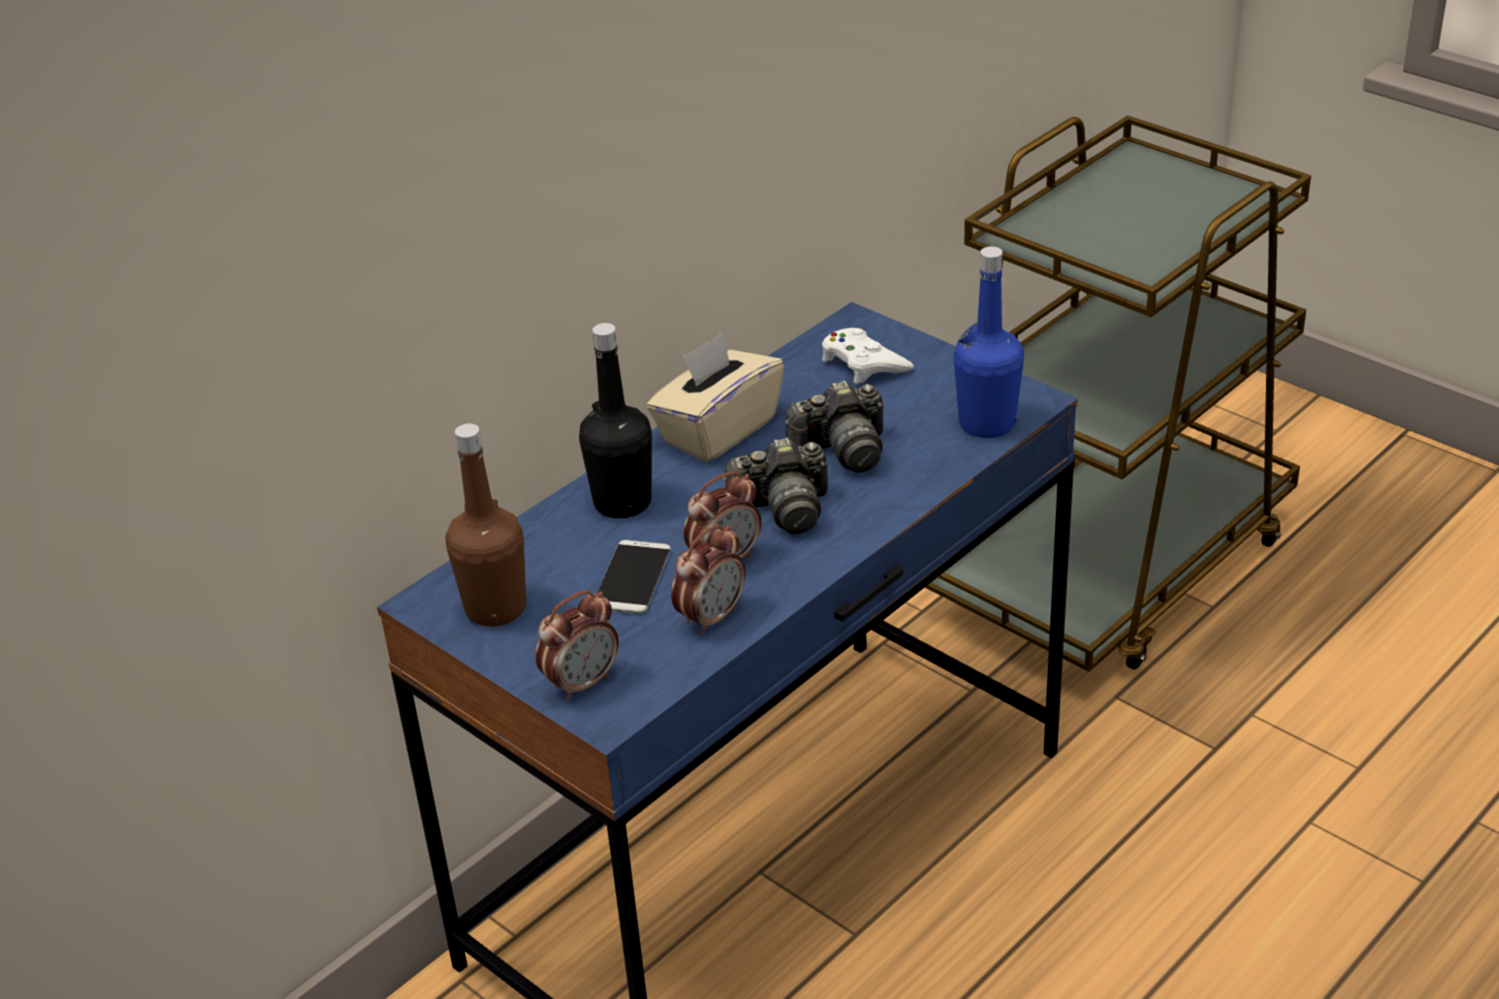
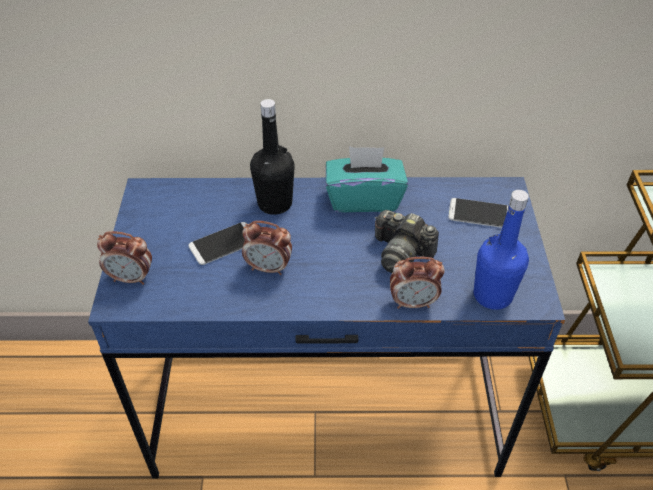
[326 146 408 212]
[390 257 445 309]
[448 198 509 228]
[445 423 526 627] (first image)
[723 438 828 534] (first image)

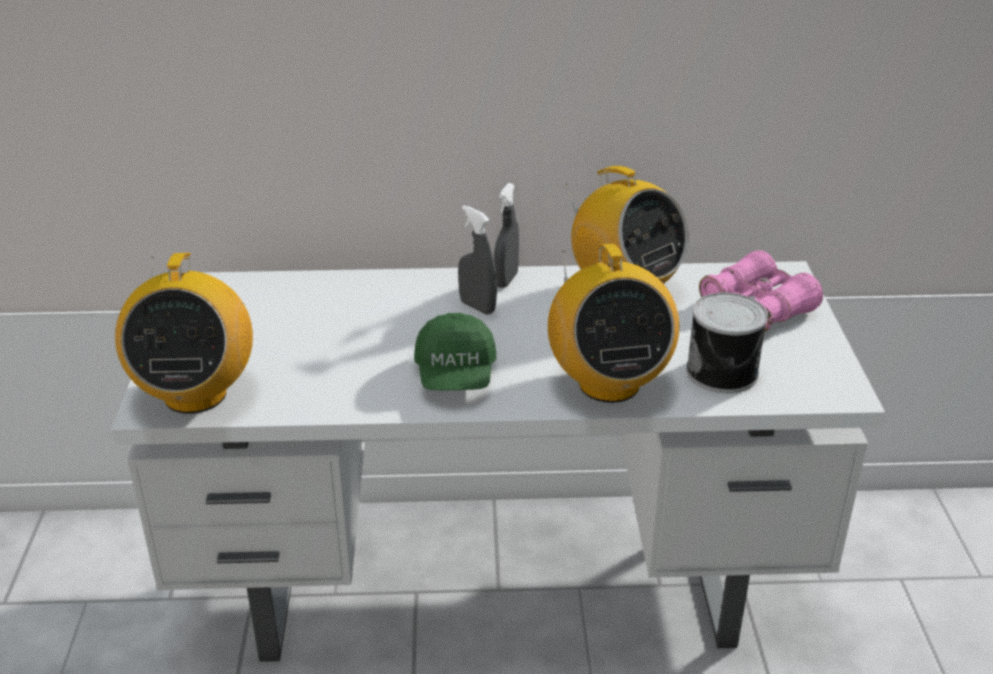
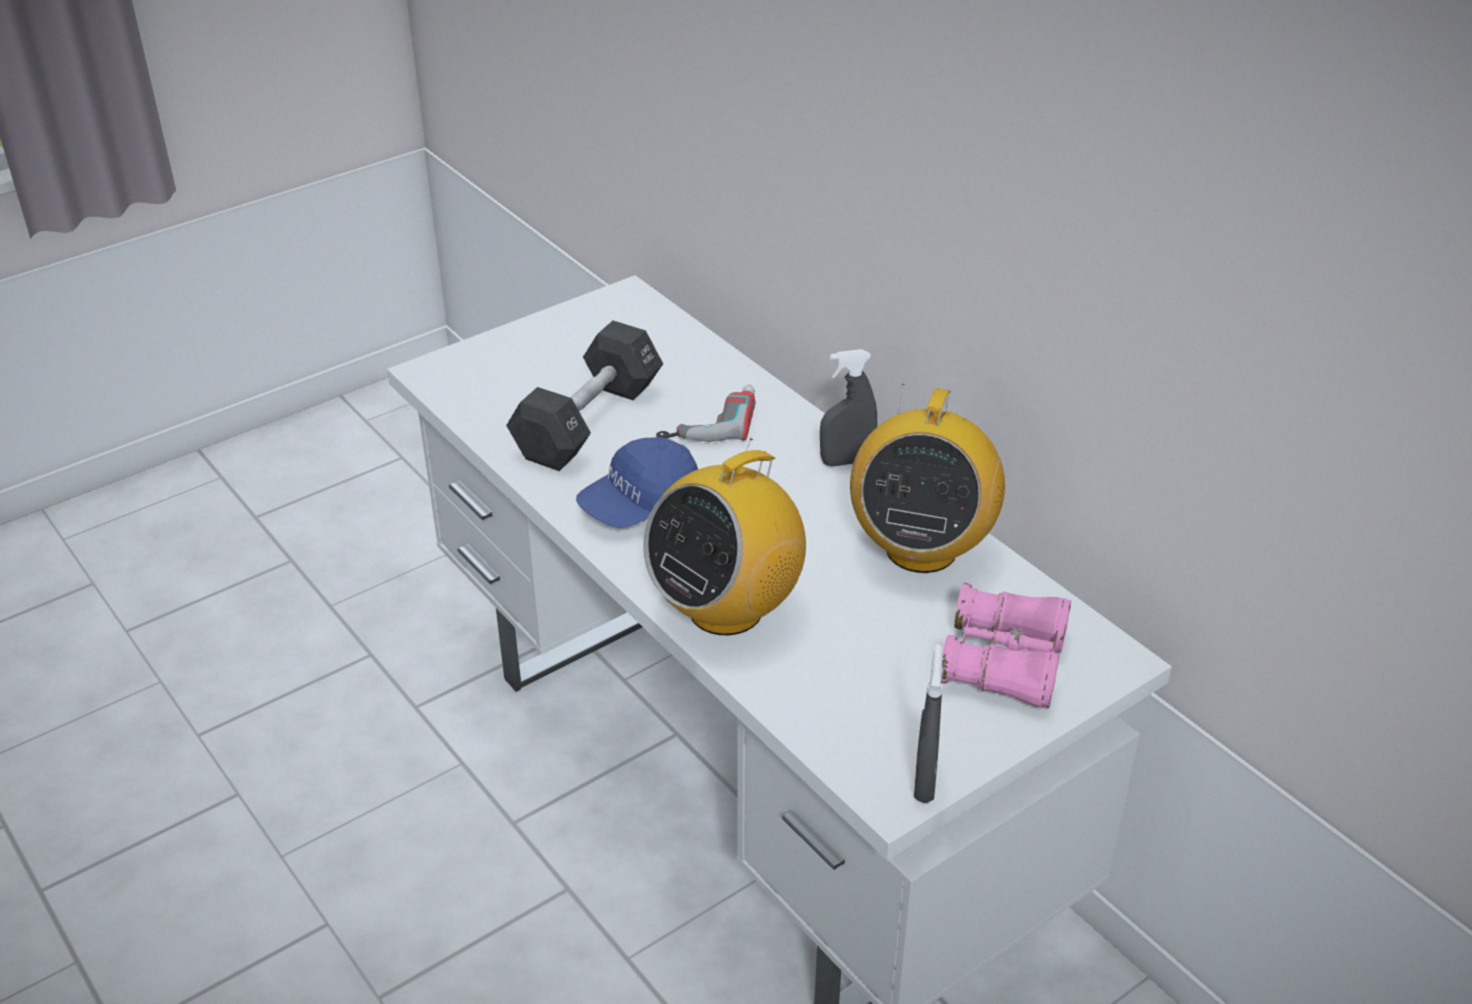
[506 321 663 471]
[576 437 698 528]
[656 385 756 442]
[914 644 943 803]
[115 253 253 414] (first image)
[686 293 768 393] (first image)

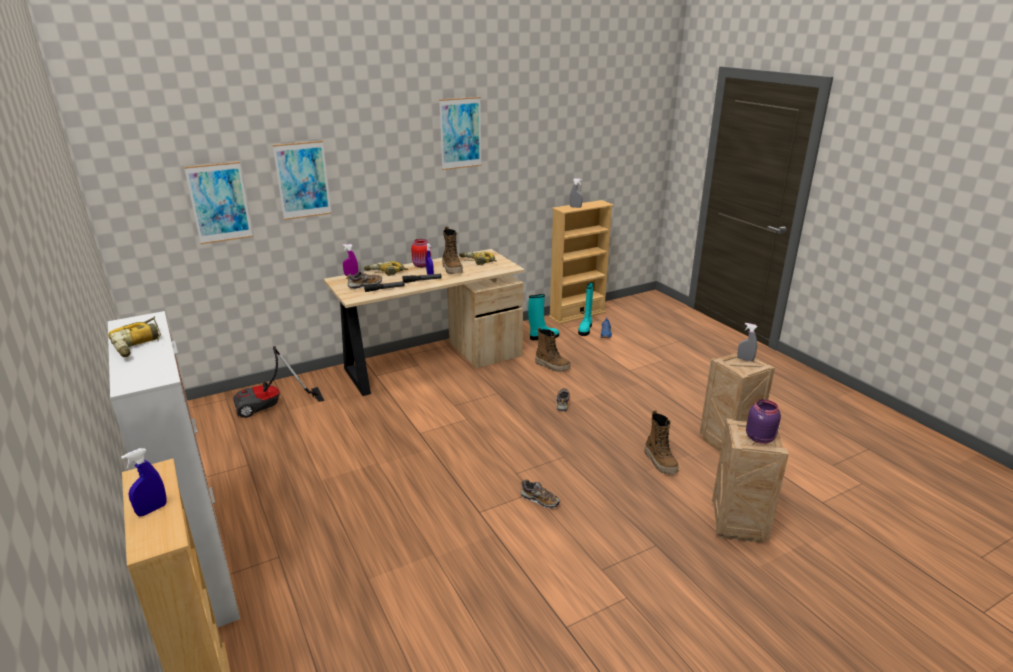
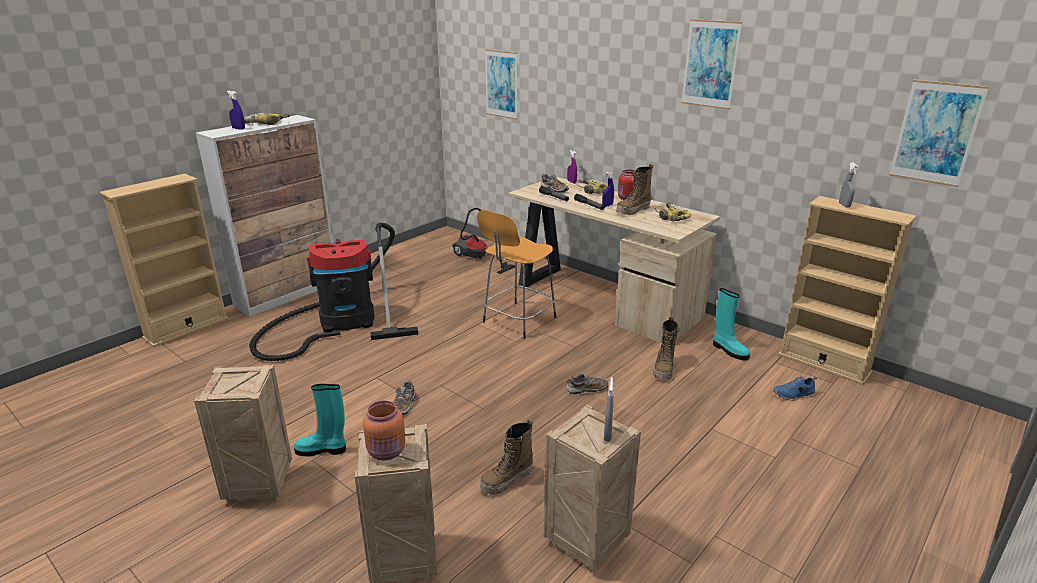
[194 365 292 504]
[226 91 245 130]
[249 223 418 361]
[294 384 346 456]
[363 401 406 460]
[477 210 556 338]
[889 80 989 187]

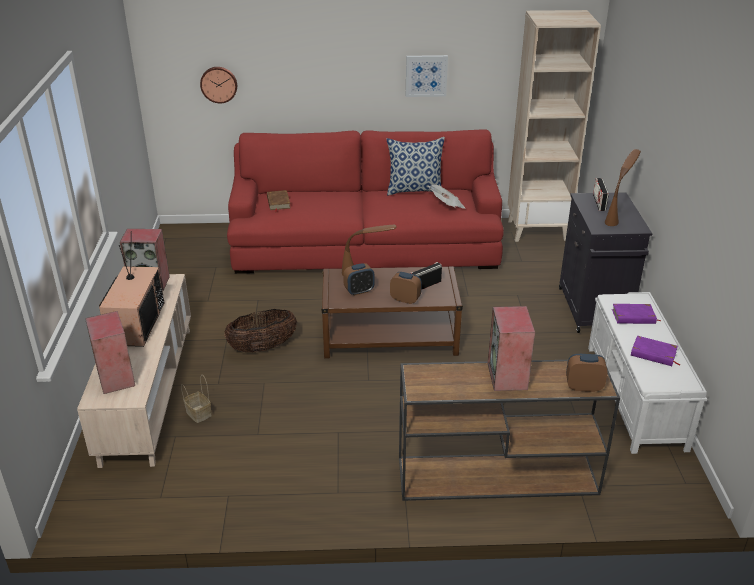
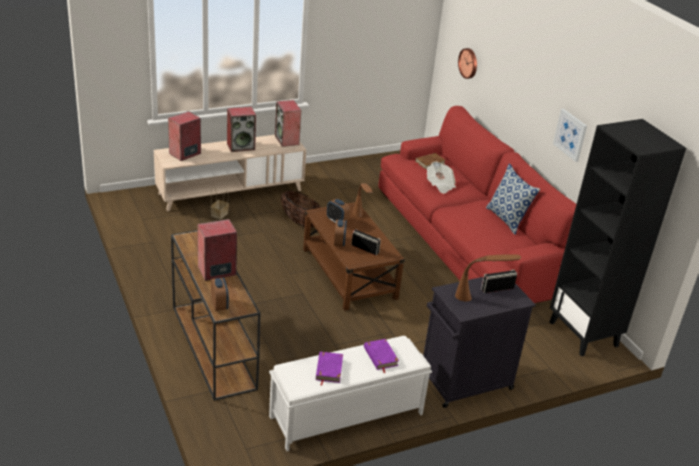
[227 107 256 152]
[427 161 456 194]
[549 119 686 356]

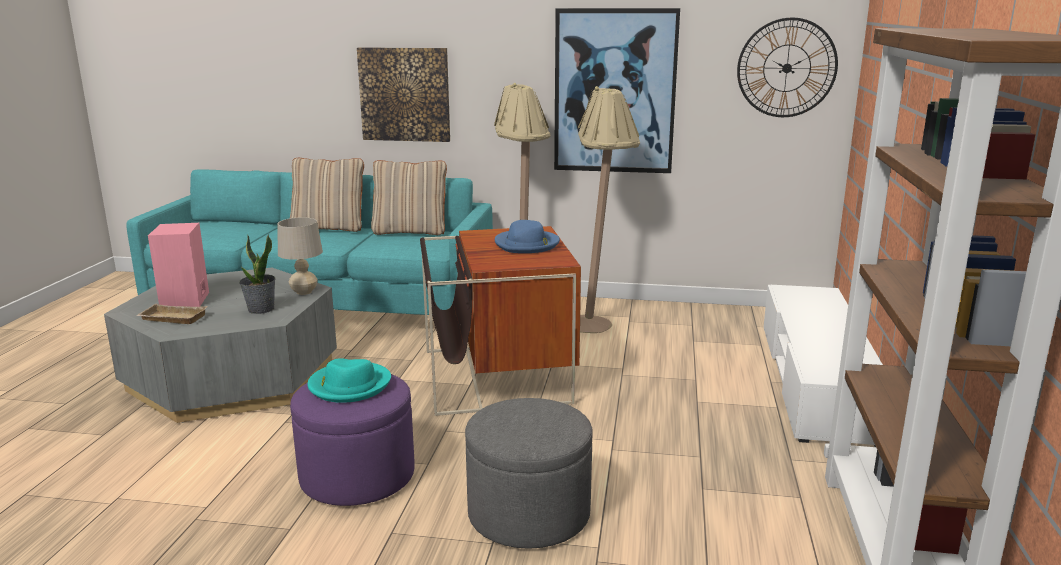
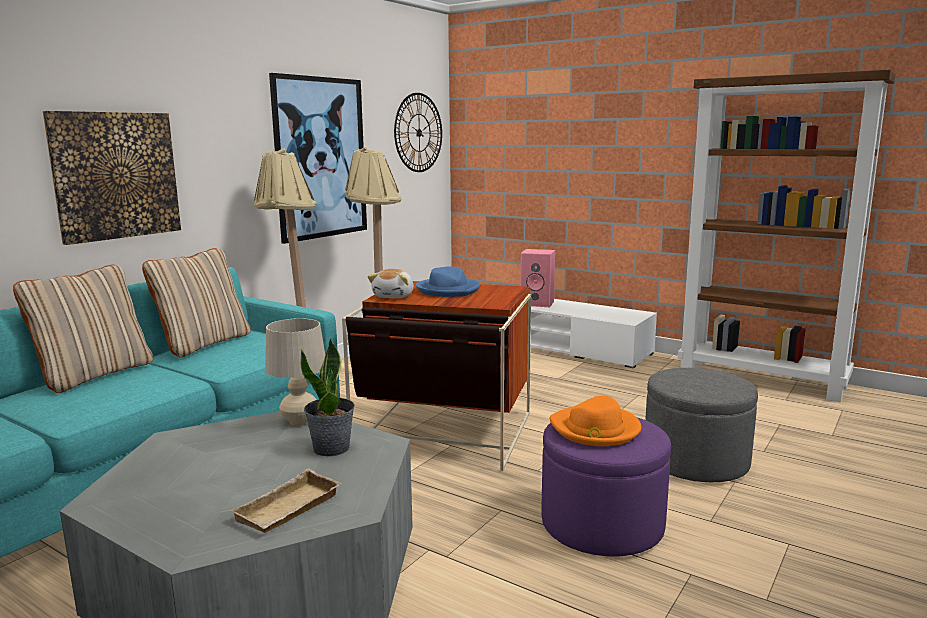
[368 269 414 298]
[520 249 555 307]
[549 396 641 446]

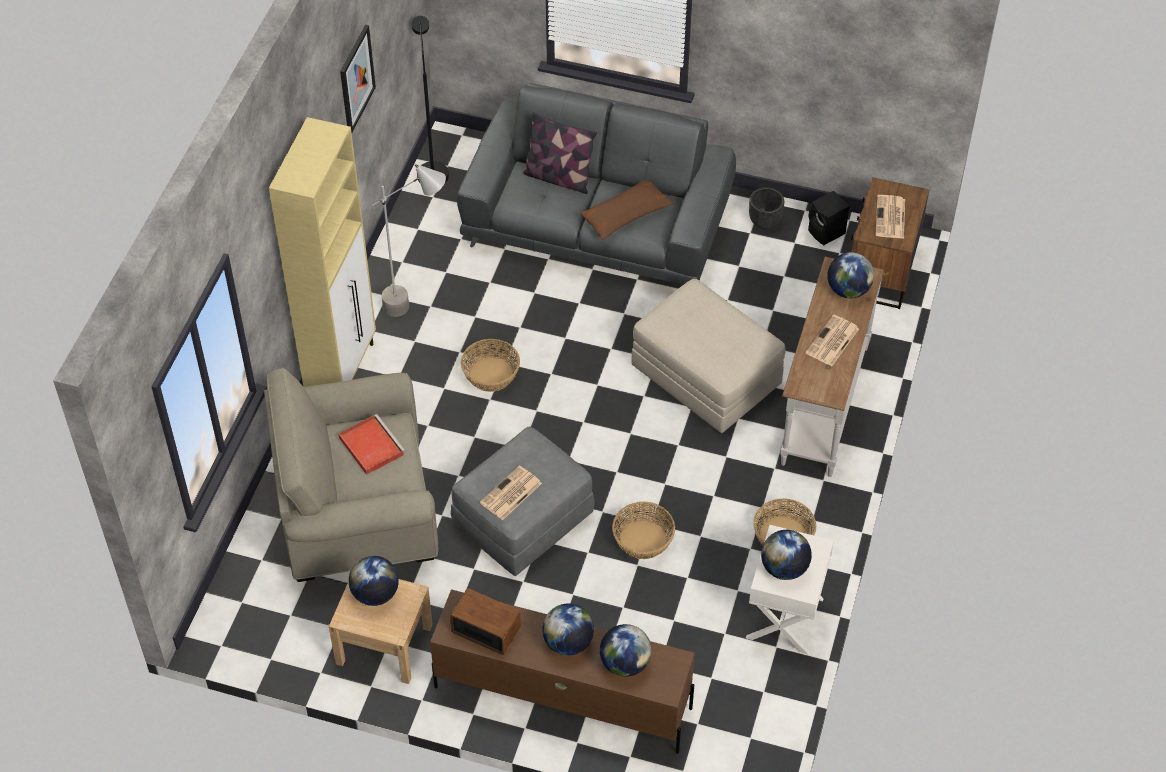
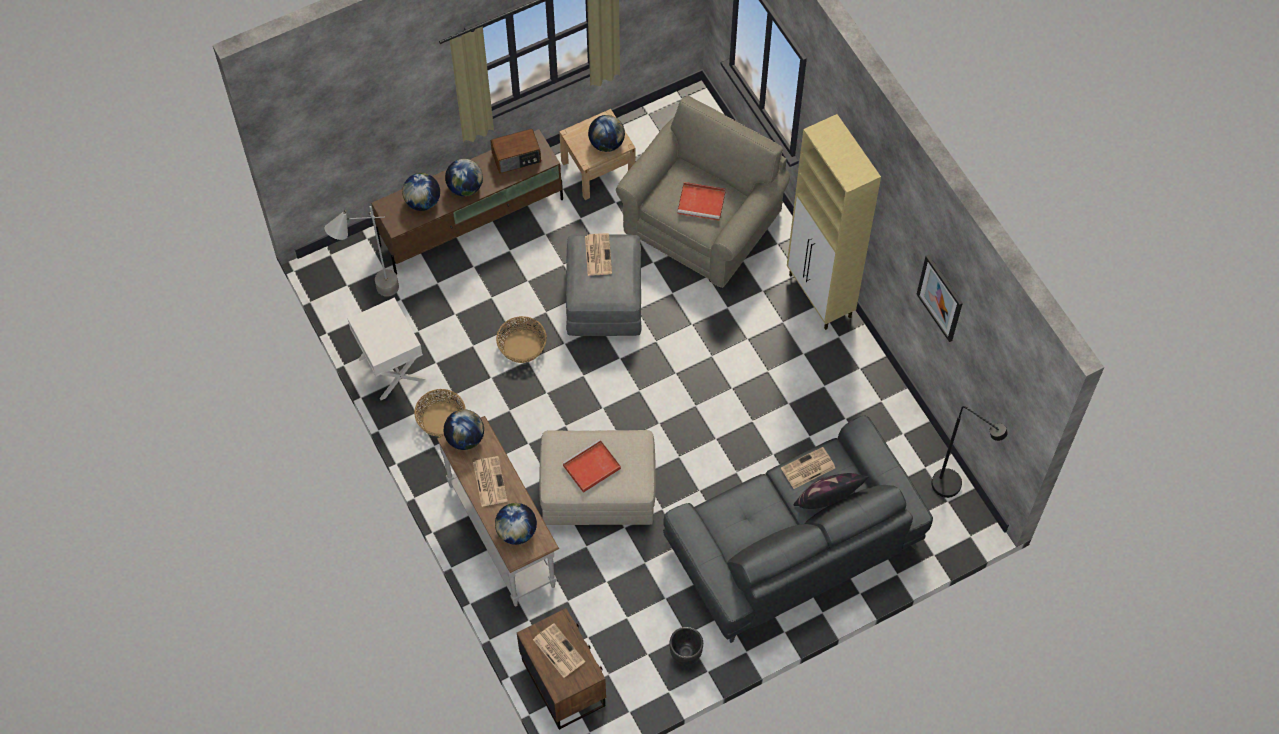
[325 206 399 297]
[444 410 484 450]
[562 439 621 493]
[781 447 835 489]
[461 339 520 392] (first image)
[579 180 674 240] (first image)
[808 191 850 245] (first image)

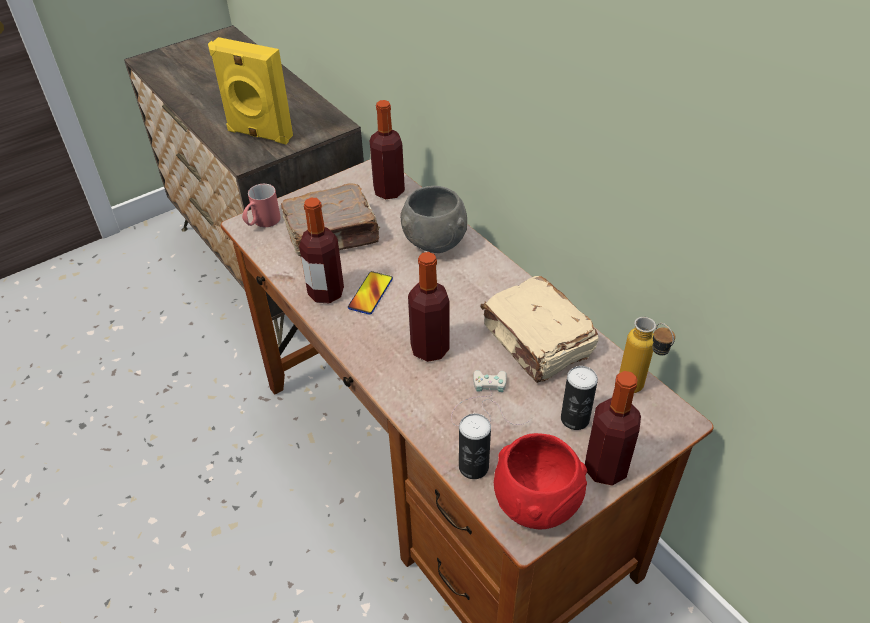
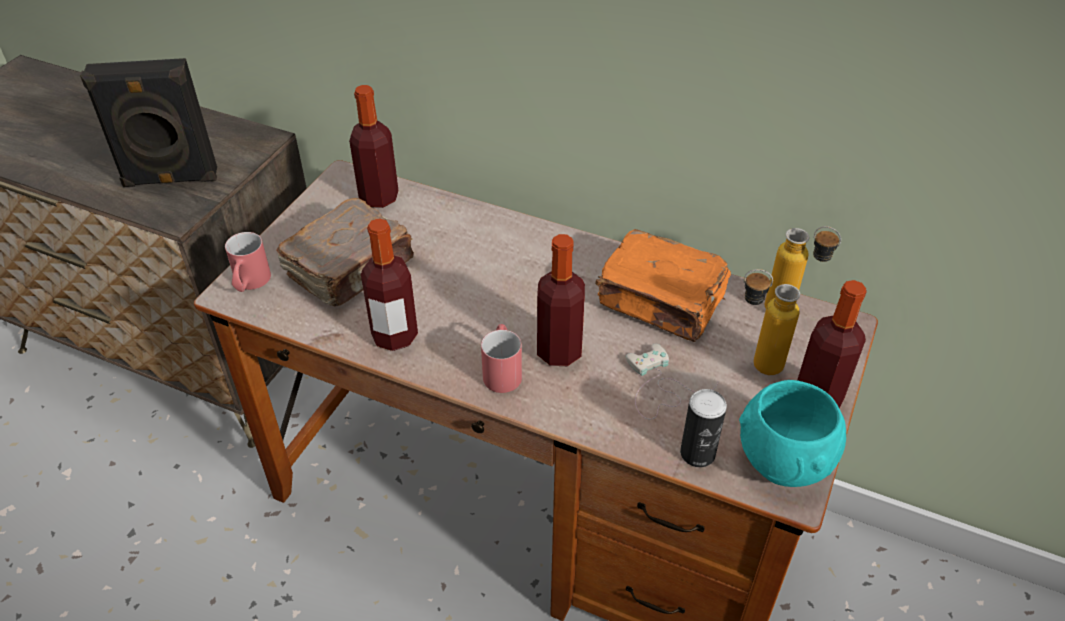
[80 58 217 187]
[481 324 522 393]
[595 229 731 342]
[739 380 846 487]
[743 269 800 375]
[348 271 393 315] (first image)
[400 186 467 253] (first image)

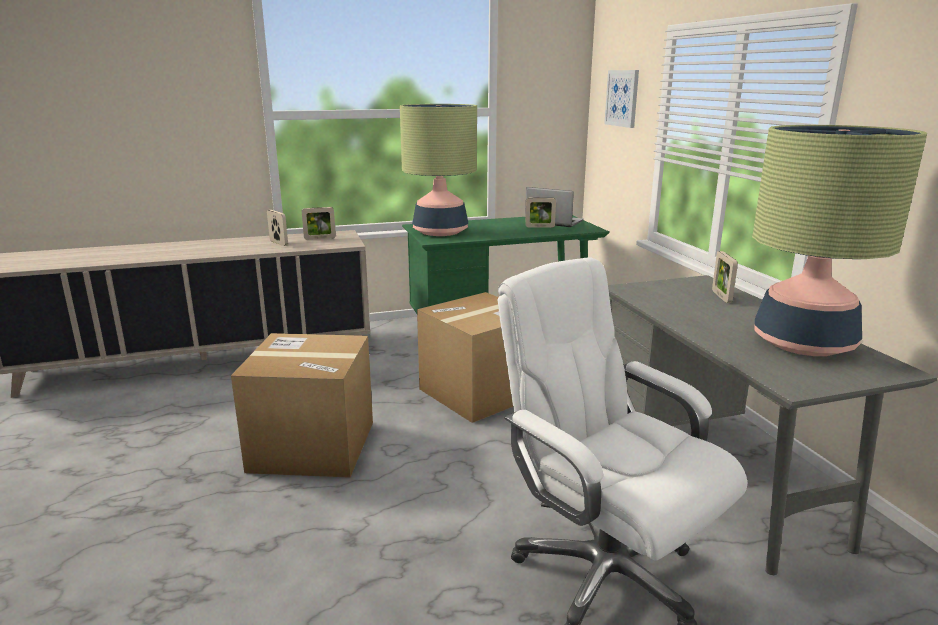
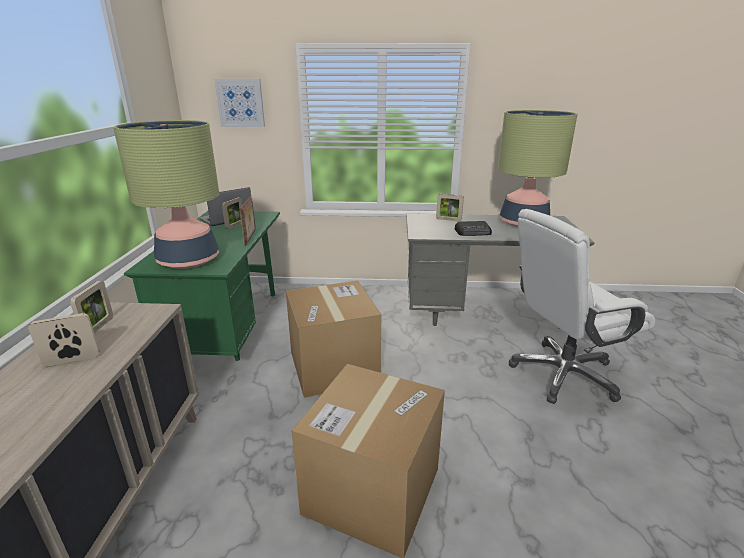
[240 196 256 246]
[455 221 492 236]

